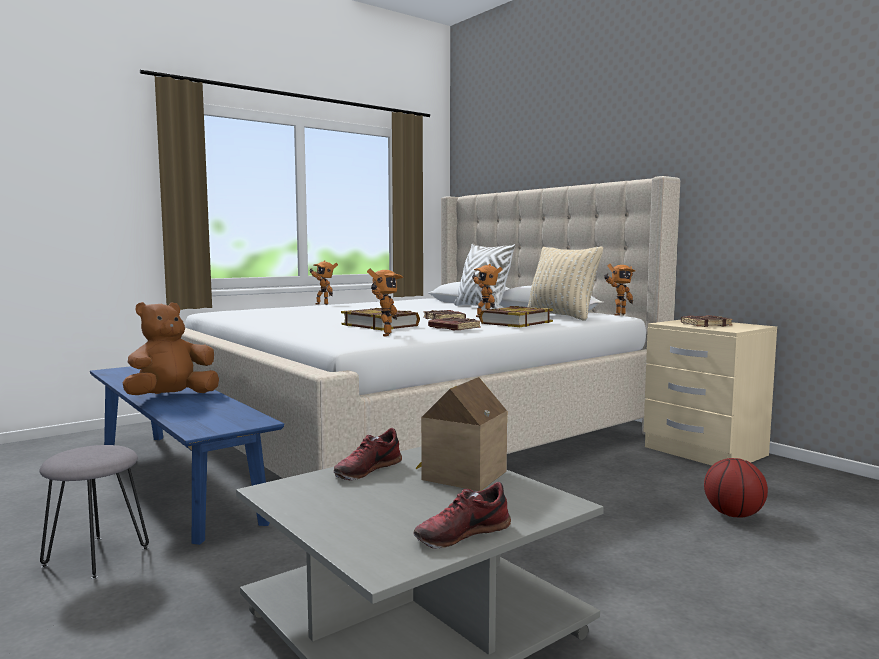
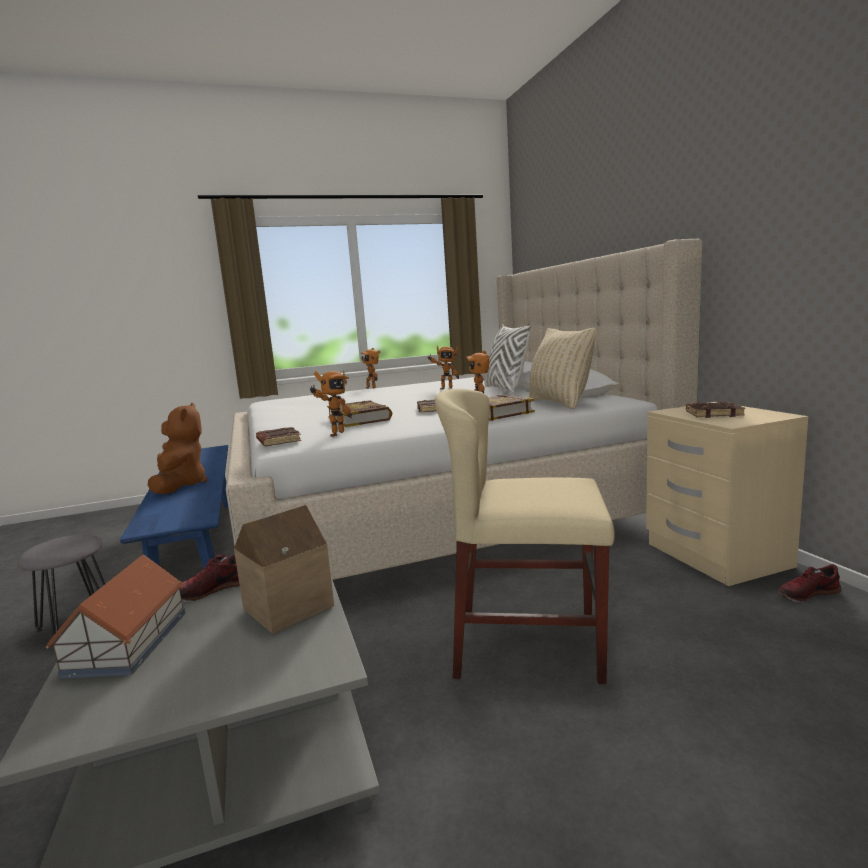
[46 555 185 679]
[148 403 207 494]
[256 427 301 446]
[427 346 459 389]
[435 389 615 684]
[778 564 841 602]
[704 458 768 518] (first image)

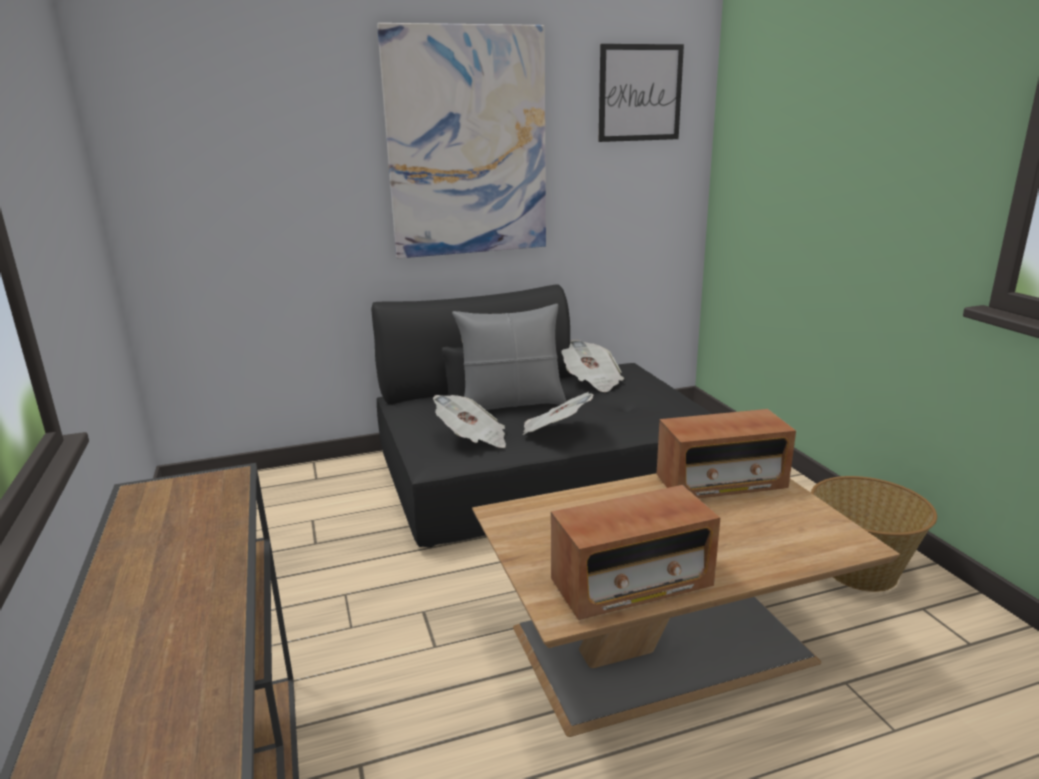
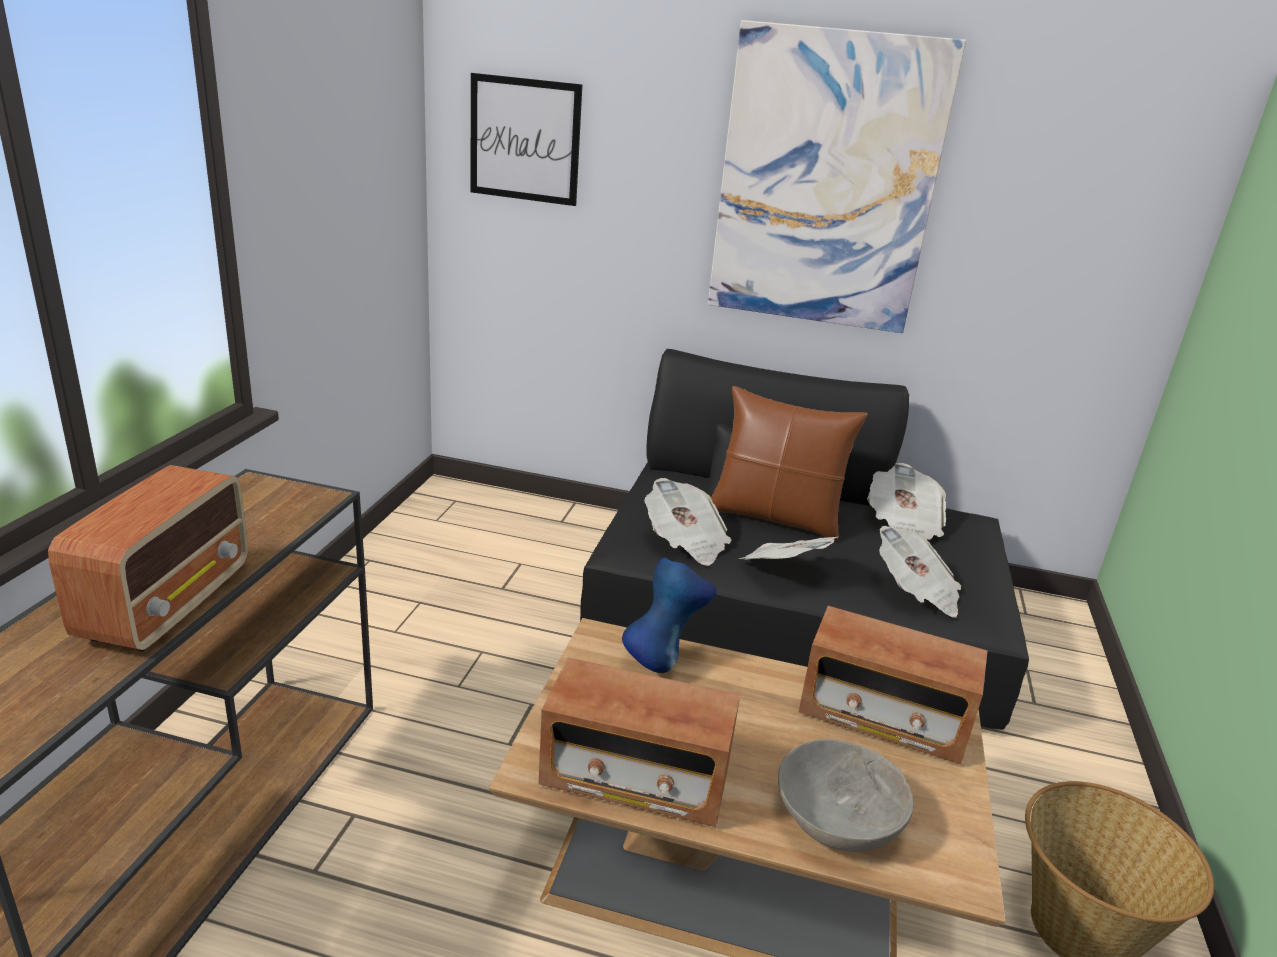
[48 465 248 652]
[471 73 582 206]
[622 557 717 673]
[711 386 867 541]
[778 739 914 852]
[879 526 961 618]

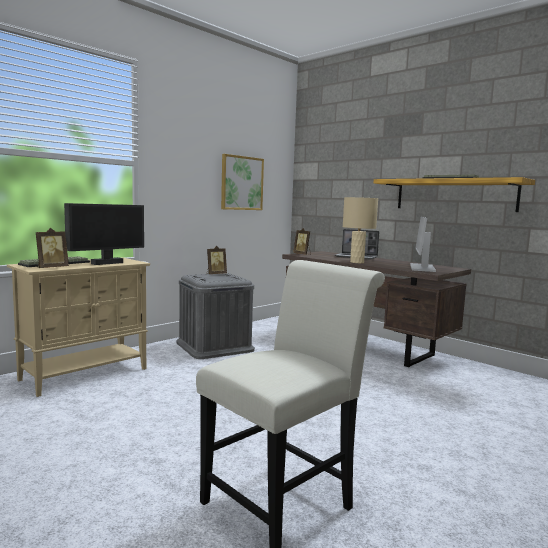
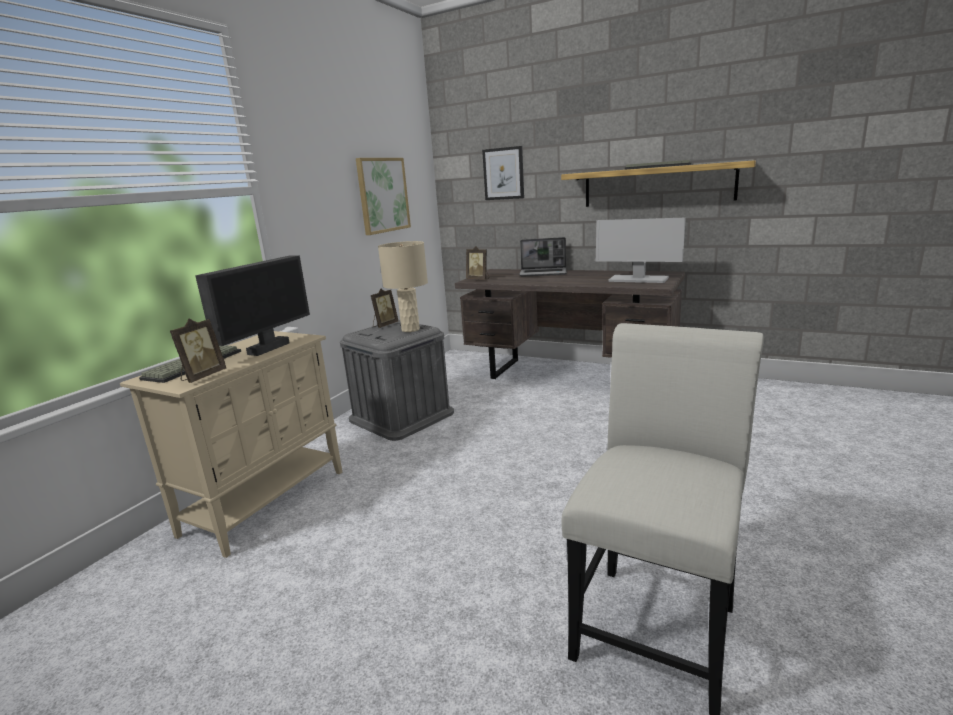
[378 241 428 332]
[482 146 524 200]
[596 218 686 283]

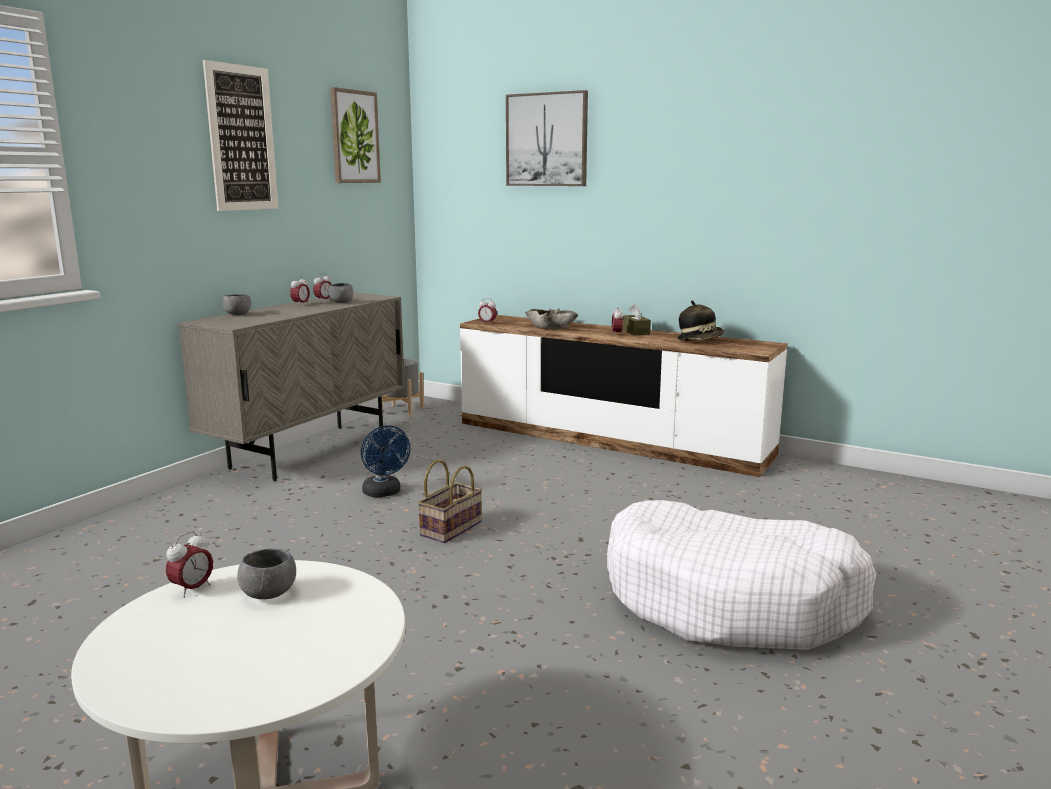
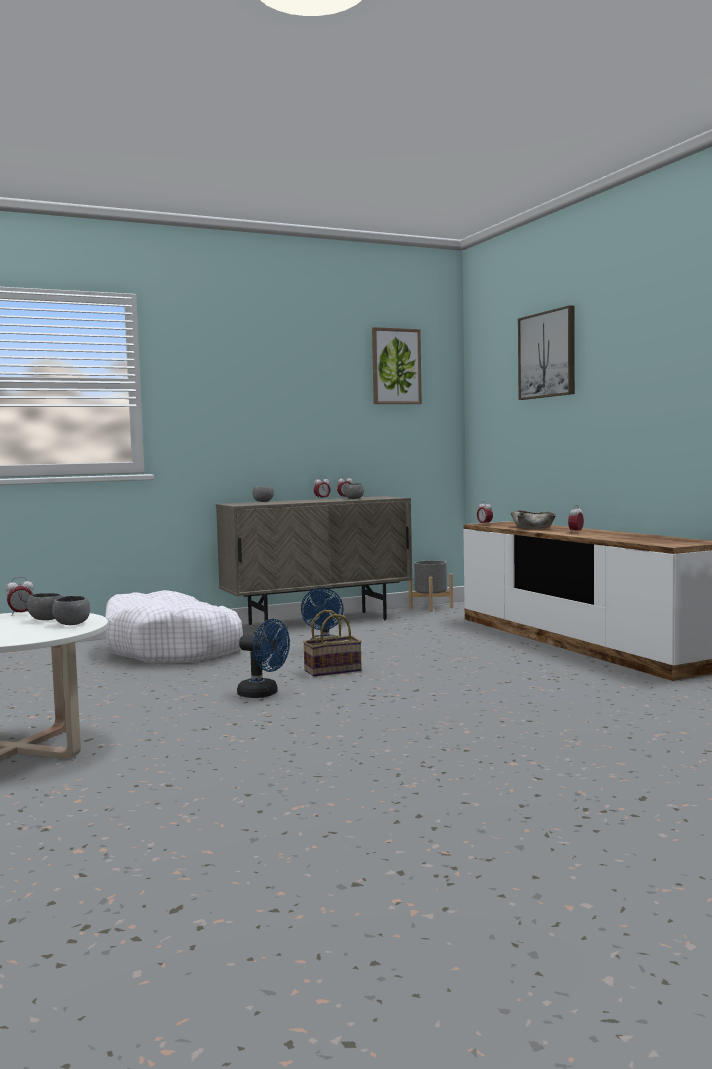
[52 596 90 625]
[105 590 243 664]
[237 619 290 698]
[203 60 278 211] (first image)
[622 304 651 335] (first image)
[678 300 724 341] (first image)

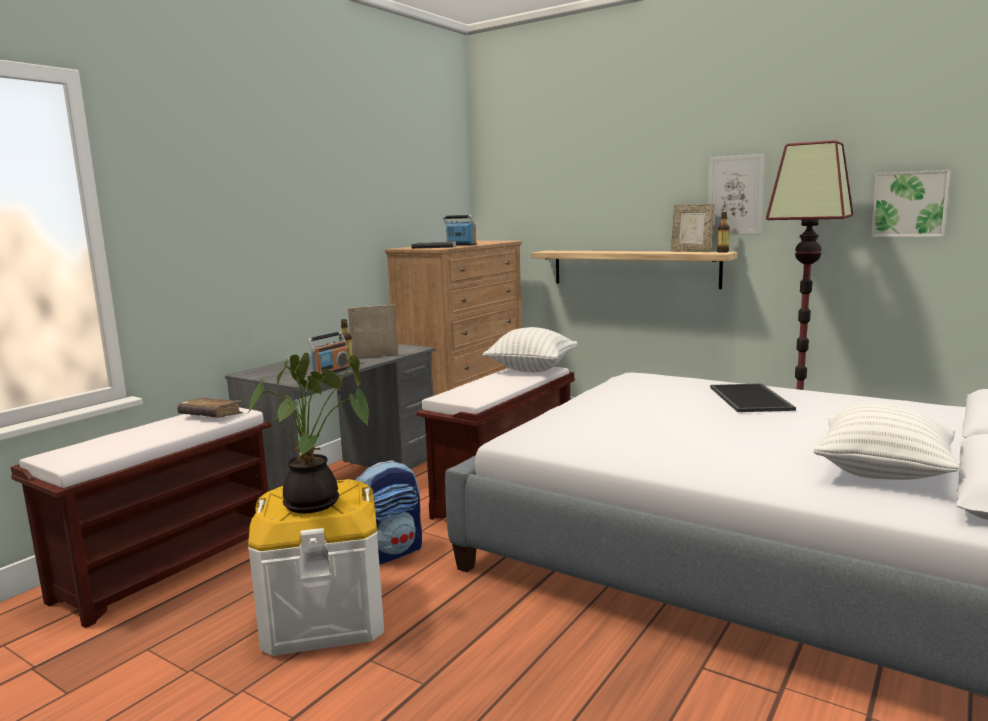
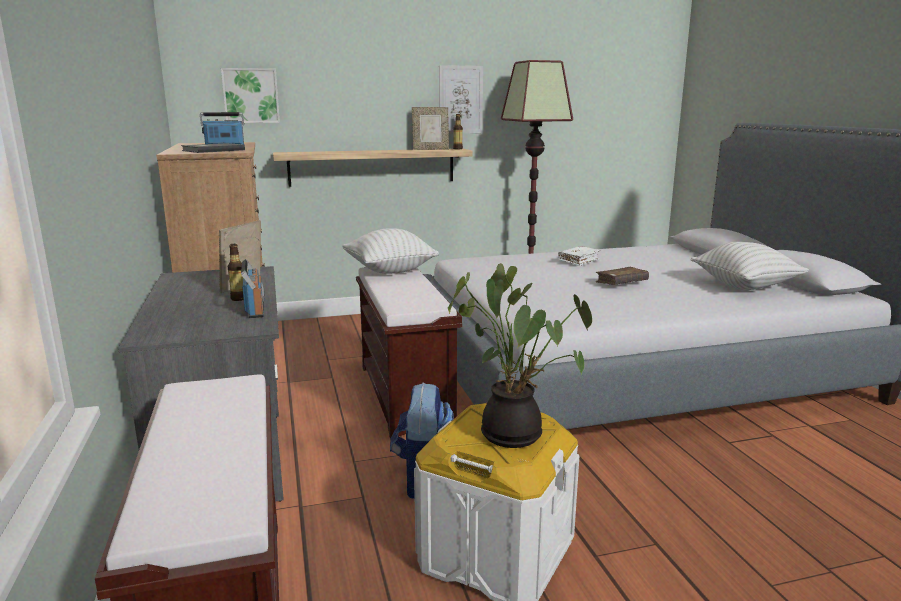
[221 68 280 123]
[558 246 600 266]
[596 267 649 285]

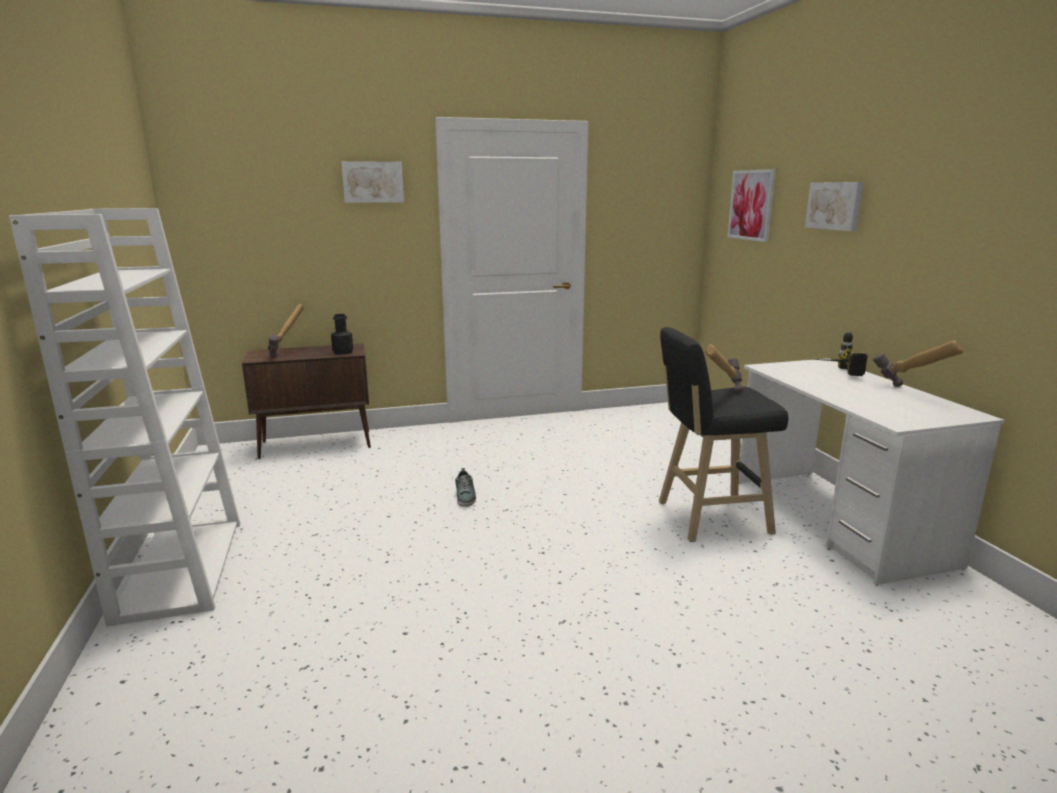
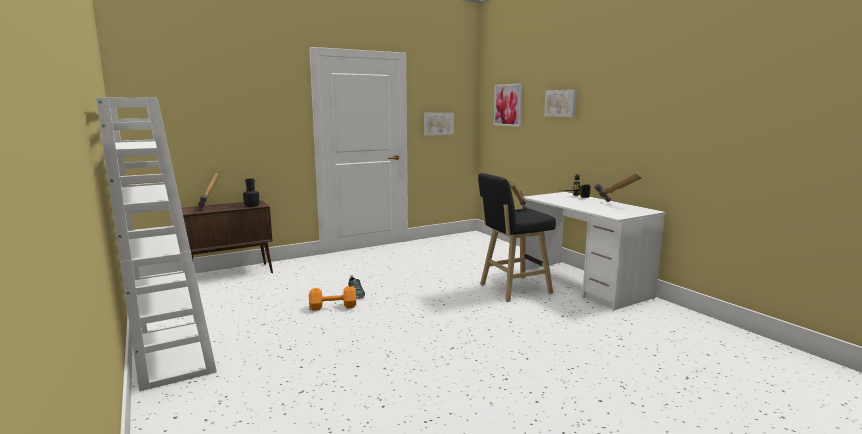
[309 286 356 311]
[424 113 454 135]

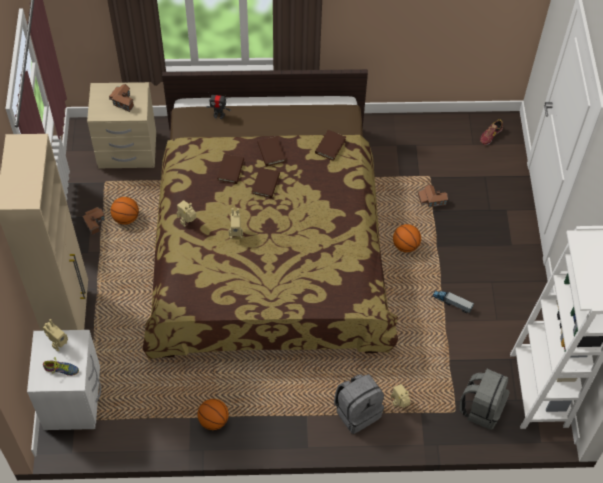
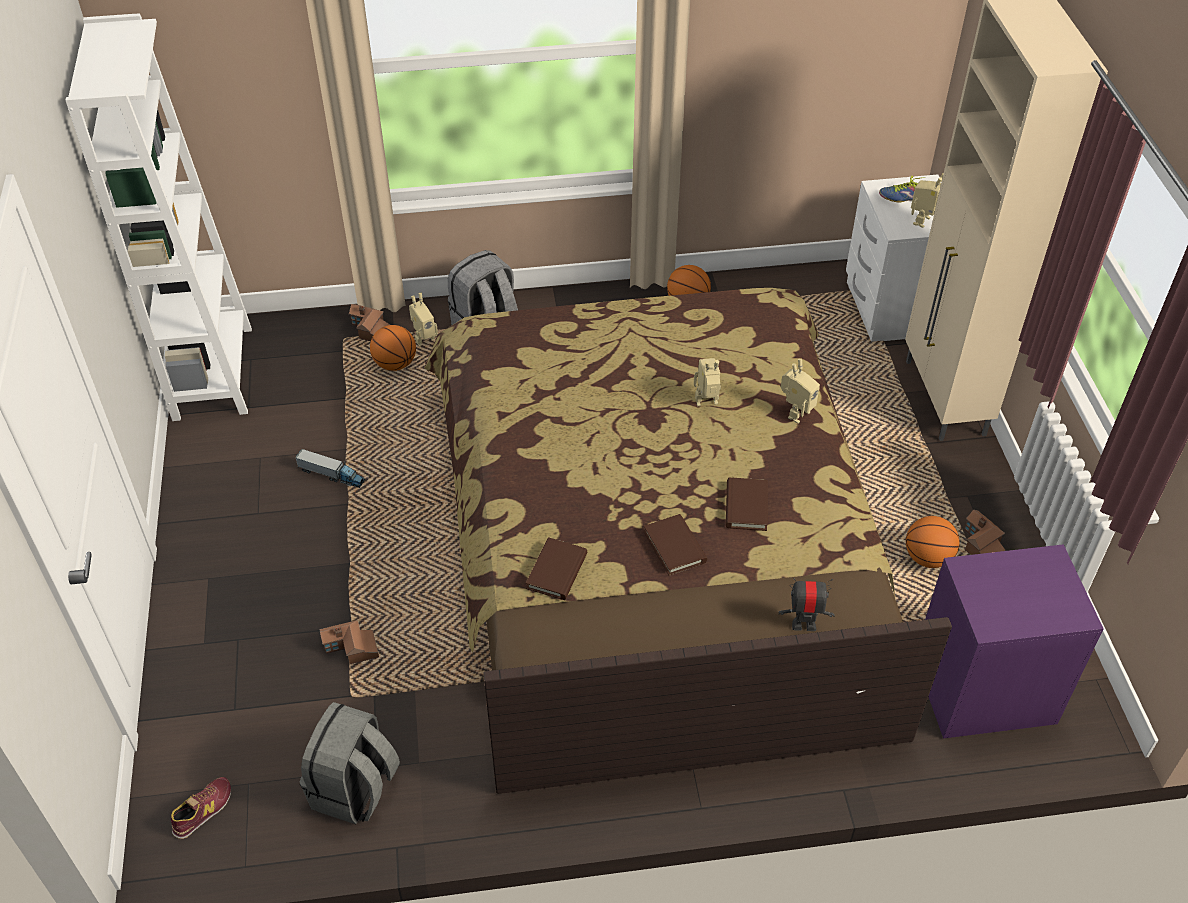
[300 702 400 824]
[349 304 390 341]
[370 325 416 371]
[925 544 1104 739]
[252 167 280 198] (first image)

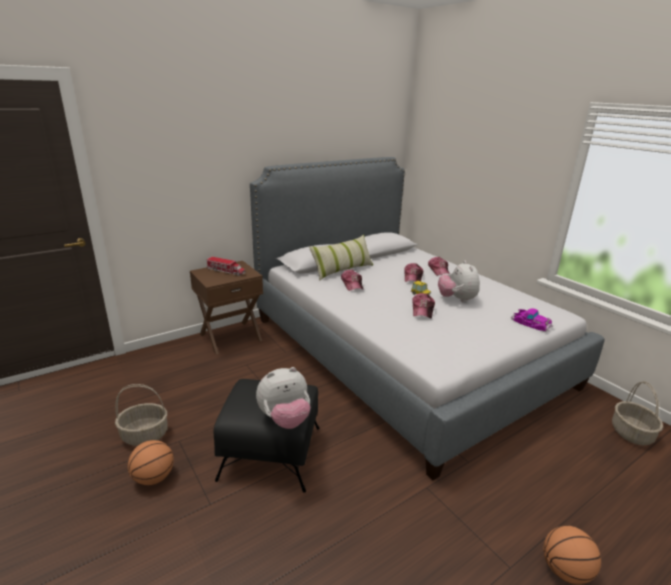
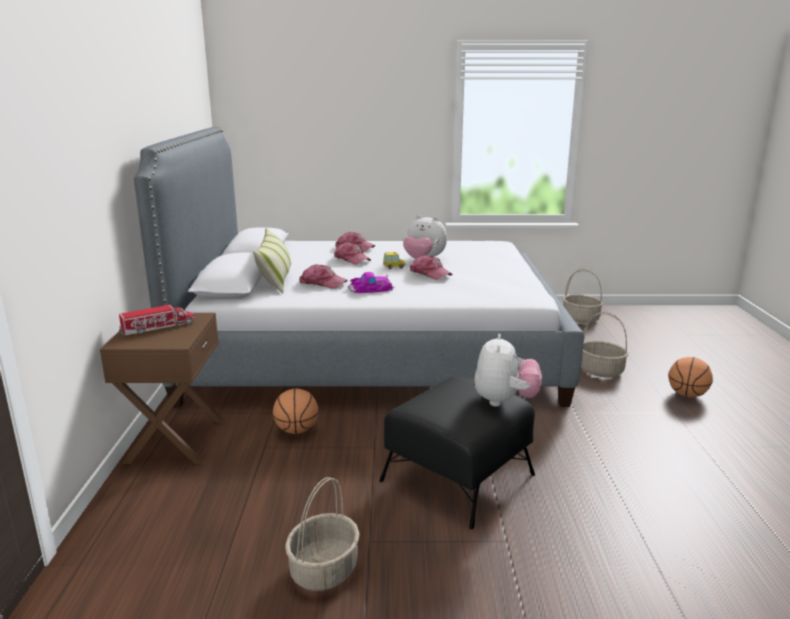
[273 388 319 434]
[347 272 395 293]
[581 312 629 377]

